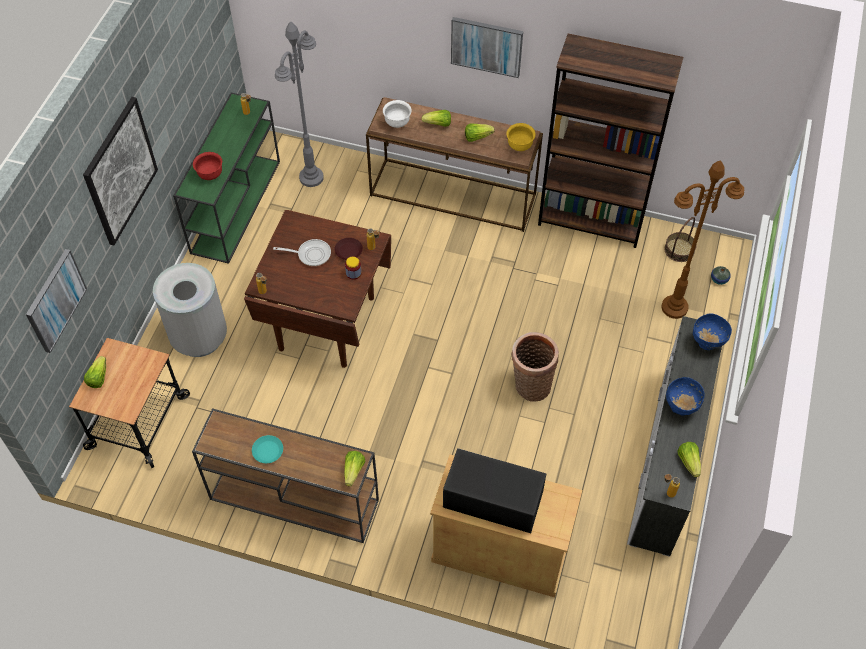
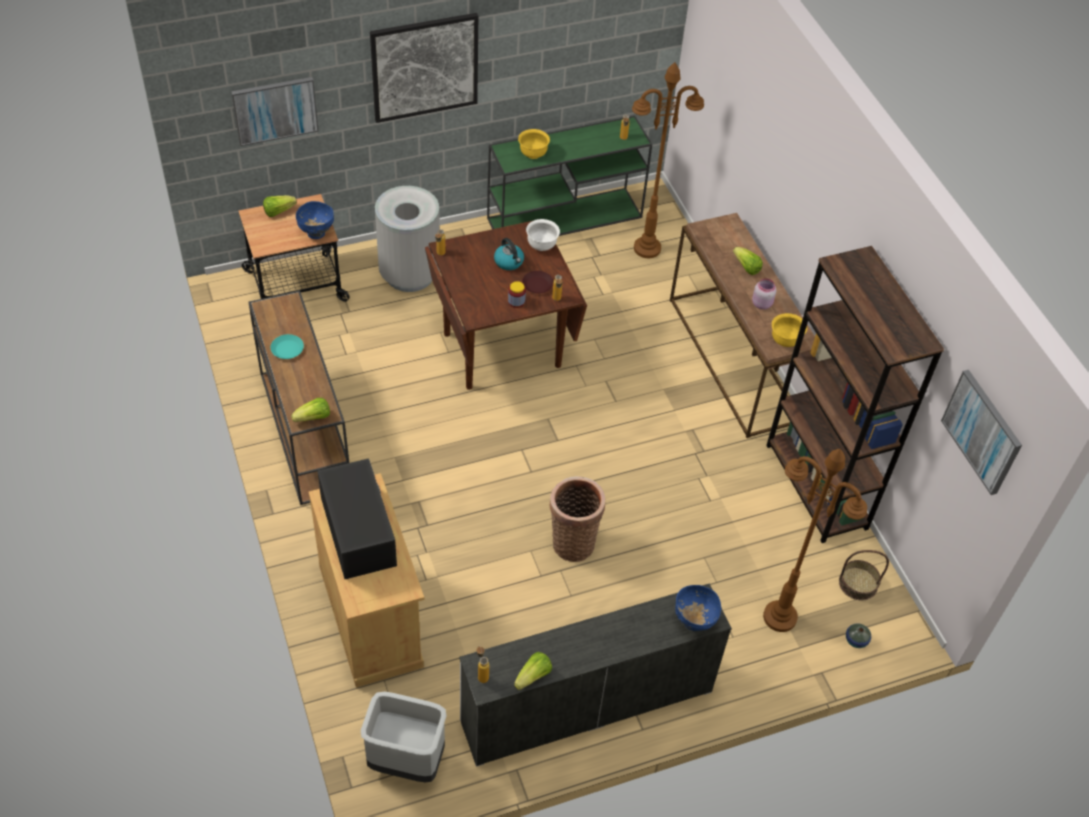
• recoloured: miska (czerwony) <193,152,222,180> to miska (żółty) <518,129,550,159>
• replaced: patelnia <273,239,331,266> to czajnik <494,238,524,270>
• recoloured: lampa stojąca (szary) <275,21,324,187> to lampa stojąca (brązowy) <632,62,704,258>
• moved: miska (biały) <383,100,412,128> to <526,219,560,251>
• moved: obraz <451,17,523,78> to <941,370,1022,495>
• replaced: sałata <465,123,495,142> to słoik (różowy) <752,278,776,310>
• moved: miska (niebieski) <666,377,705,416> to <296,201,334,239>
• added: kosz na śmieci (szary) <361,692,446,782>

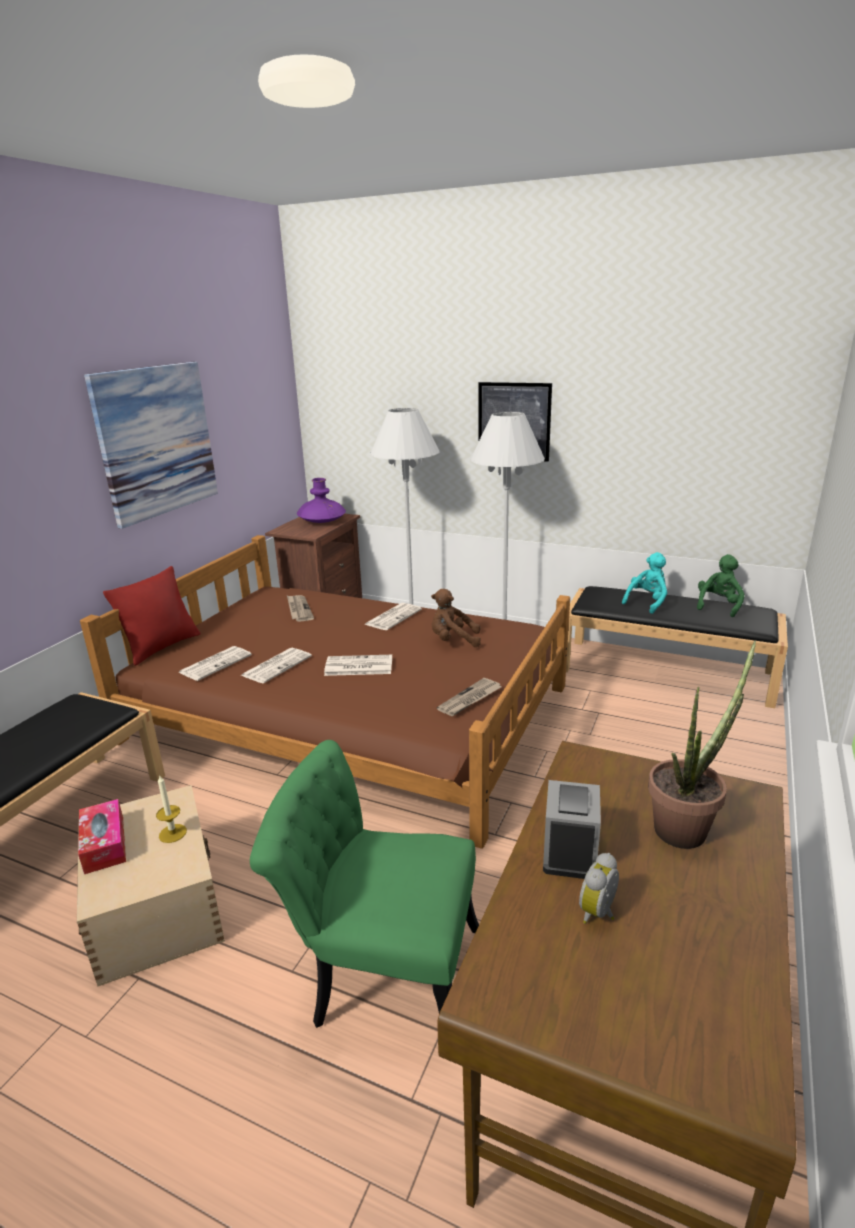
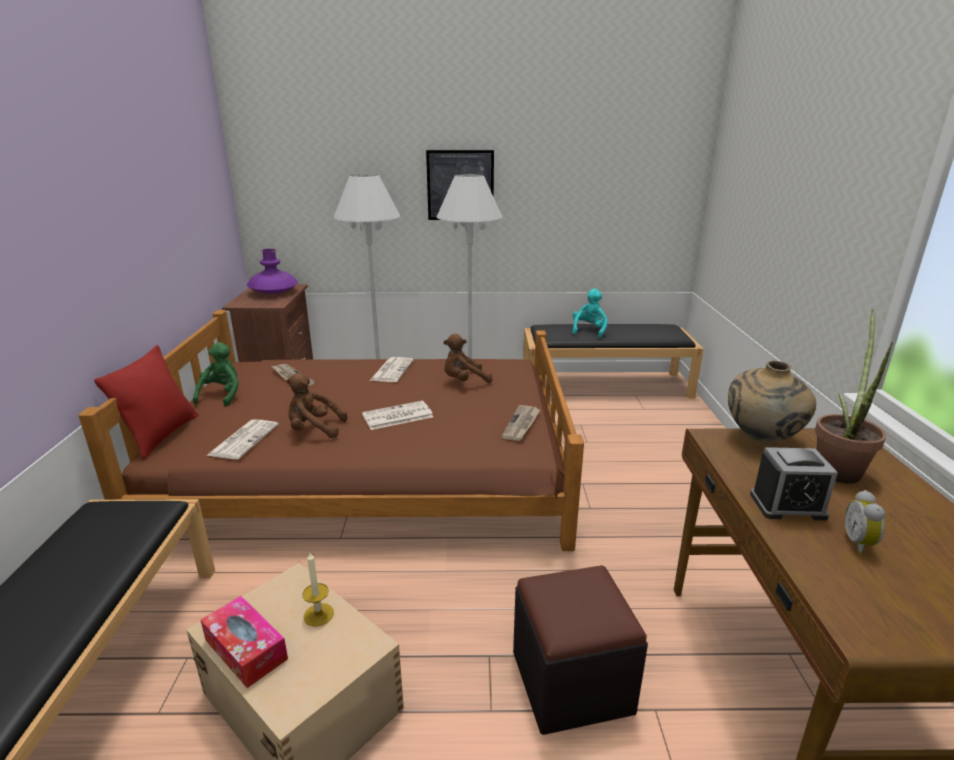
• removed: obraz <84,362,218,529>
• replaced: gazeta <240,648,312,684> to pluszak (brązowy) <287,373,347,438>
• replaced: krzesło (zielony) <250,740,479,1028> to pufa (czarny) <513,565,648,735>
• turned: budzik <543,780,601,879> = <750,447,838,520> 75 degrees counterclockwise
• moved: pluszak (zielony) <697,554,744,617> to <193,342,239,406>
• added: wazon (beżowy) <728,361,816,442>

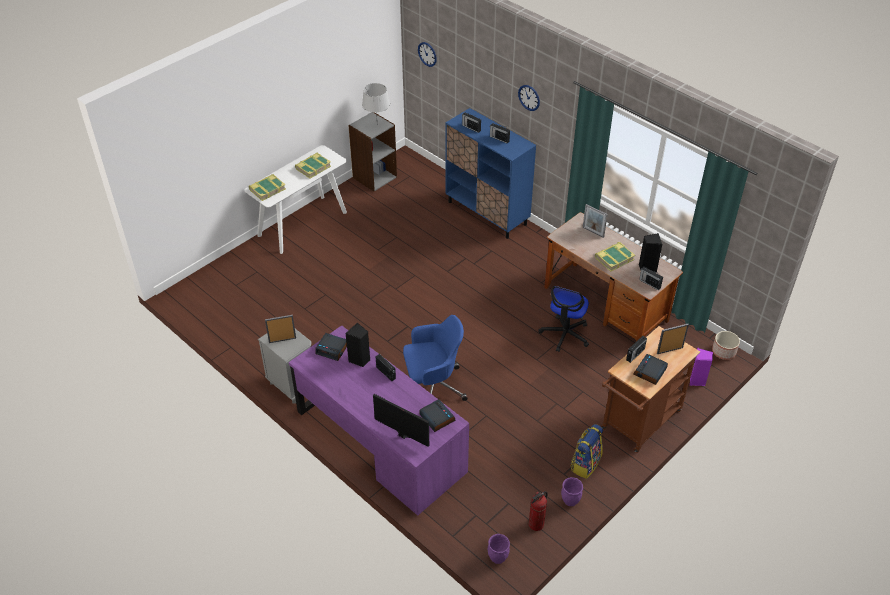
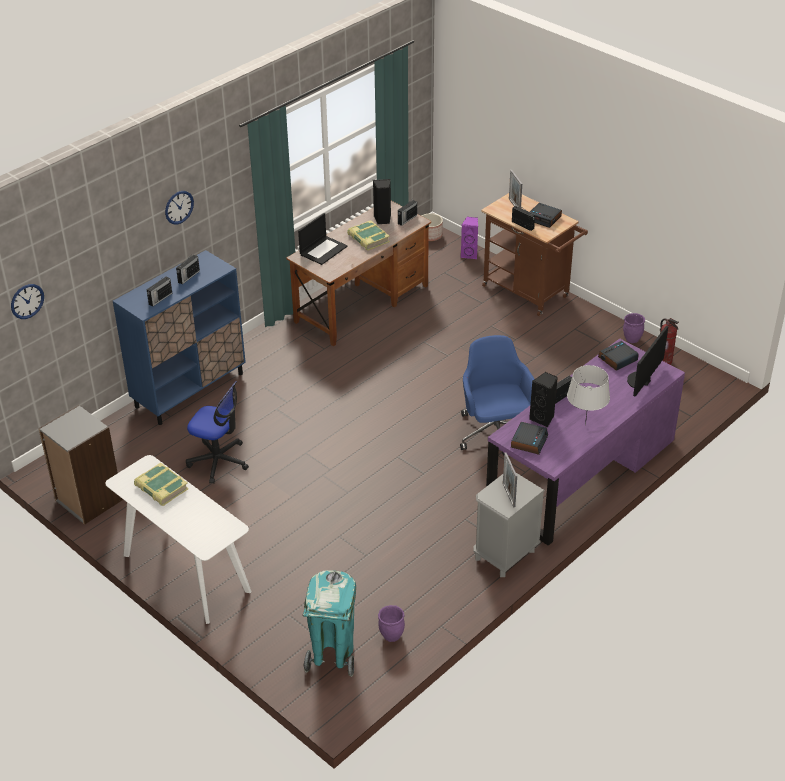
• removed: książka <249,174,286,201>
• moved: lampa stołowa (szary) <362,83,390,115> to <567,365,610,426>
• moved: donica (fioletowy) <488,534,510,564> to <378,605,405,642>
• moved: krzesło biurowe <539,286,589,352> to <186,381,249,484>
• removed: plecak <571,424,603,479>
• replaced: ramka na zdjęcie <583,204,608,238> to laptop <298,213,348,265>
• added: kosz na śmieci (turkusowy) <303,570,356,677>

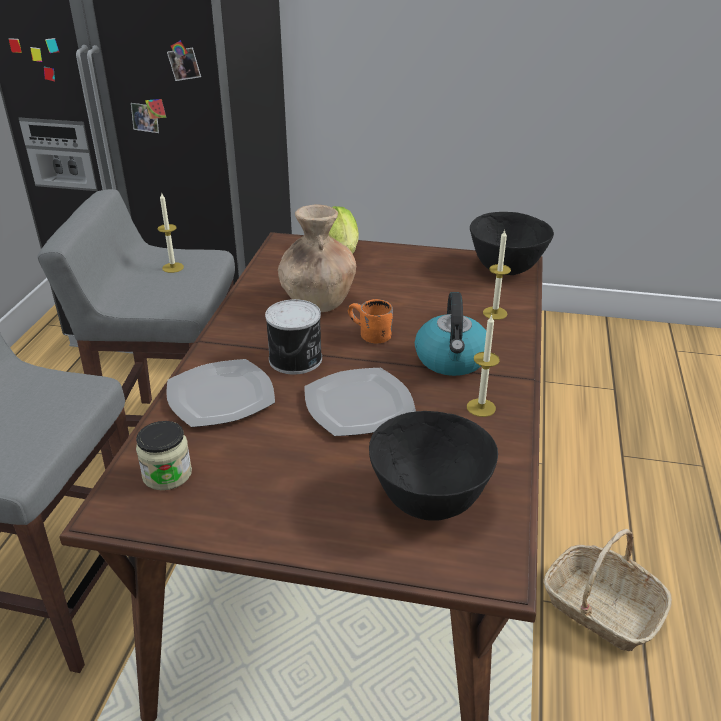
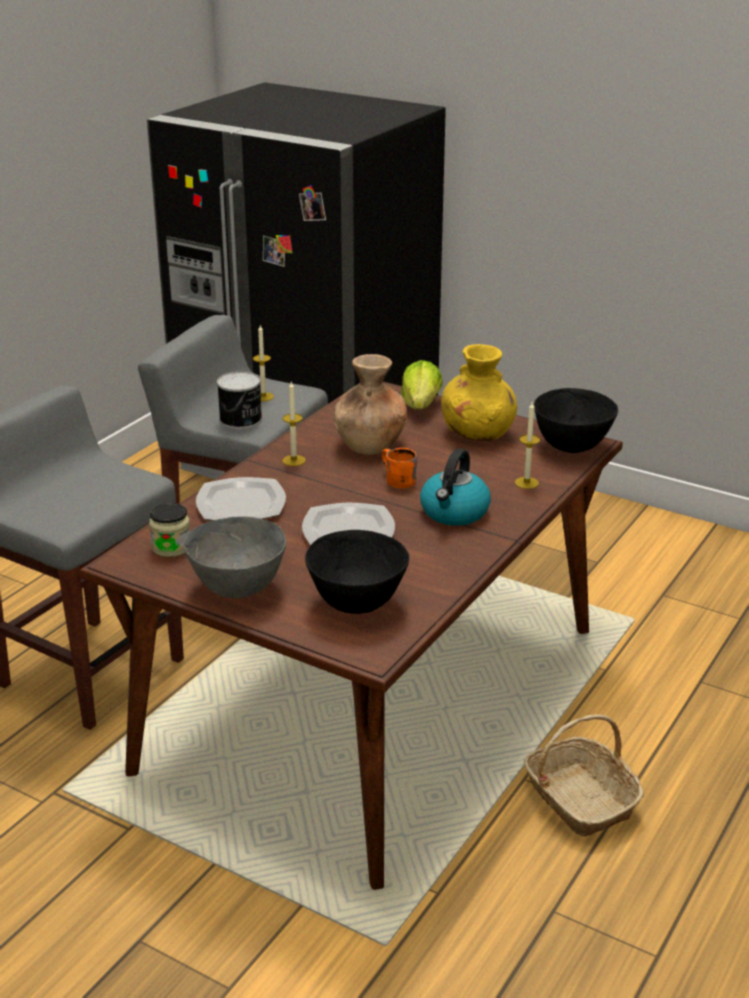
• moved: puszka <265,299,322,374> to <217,372,262,429>
• moved: świeca <467,314,500,417> to <282,381,306,466>
• added: miska (szary) <184,516,286,598>
• added: wazon (żółty) <441,344,517,441>

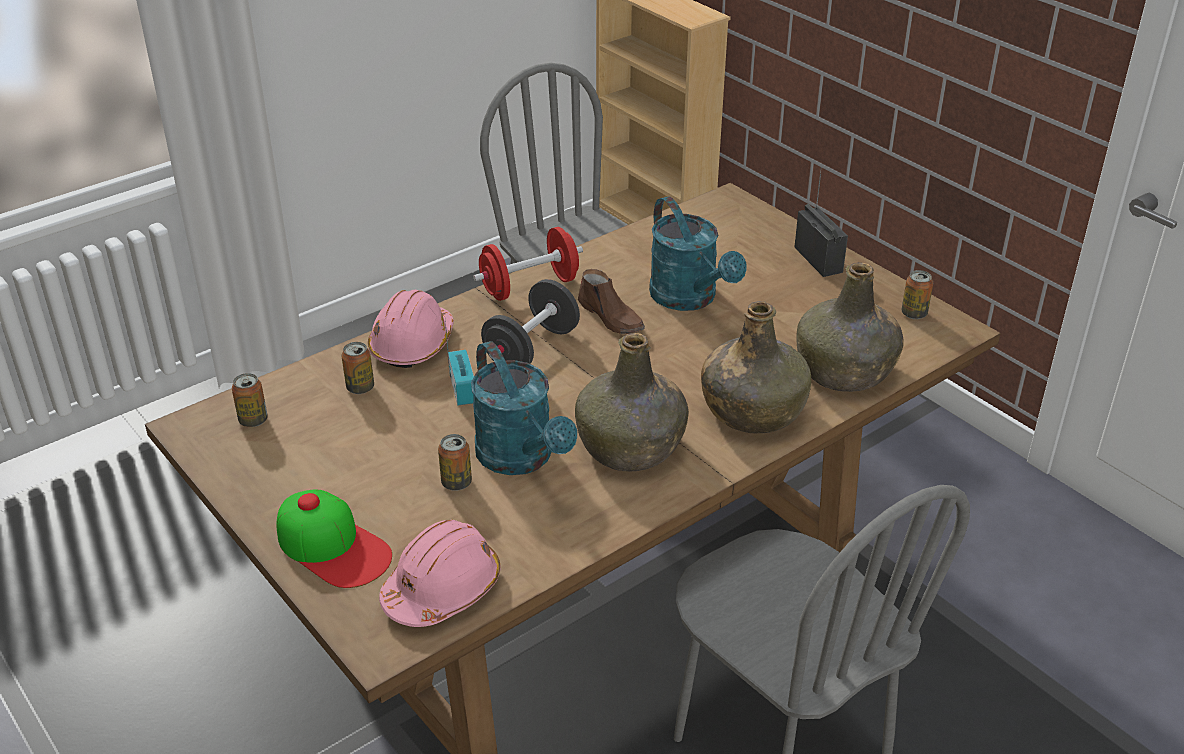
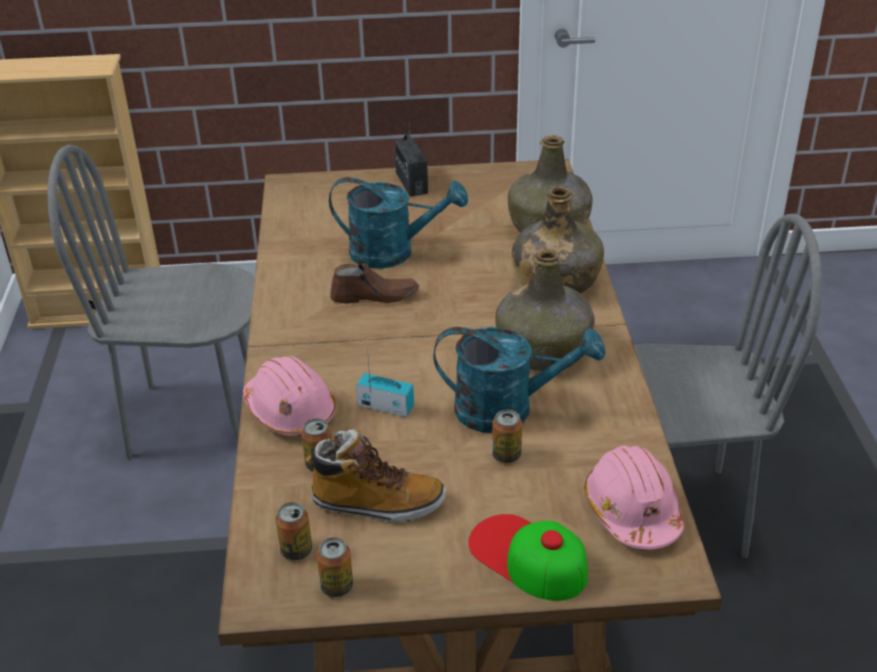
• turned: czapka z daszkiem <276,489,392,588> = <468,514,588,601> 120 degrees counterclockwise
• removed: hantel (czerwony) <473,227,583,301>
• removed: hantel (czarny) <481,279,580,364>
• turned: radio <794,167,848,277> = <394,124,428,197> 120 degrees counterclockwise
• moved: puszka <901,270,933,319> to <316,537,353,597>
• added: but z cholewką <306,429,446,522>

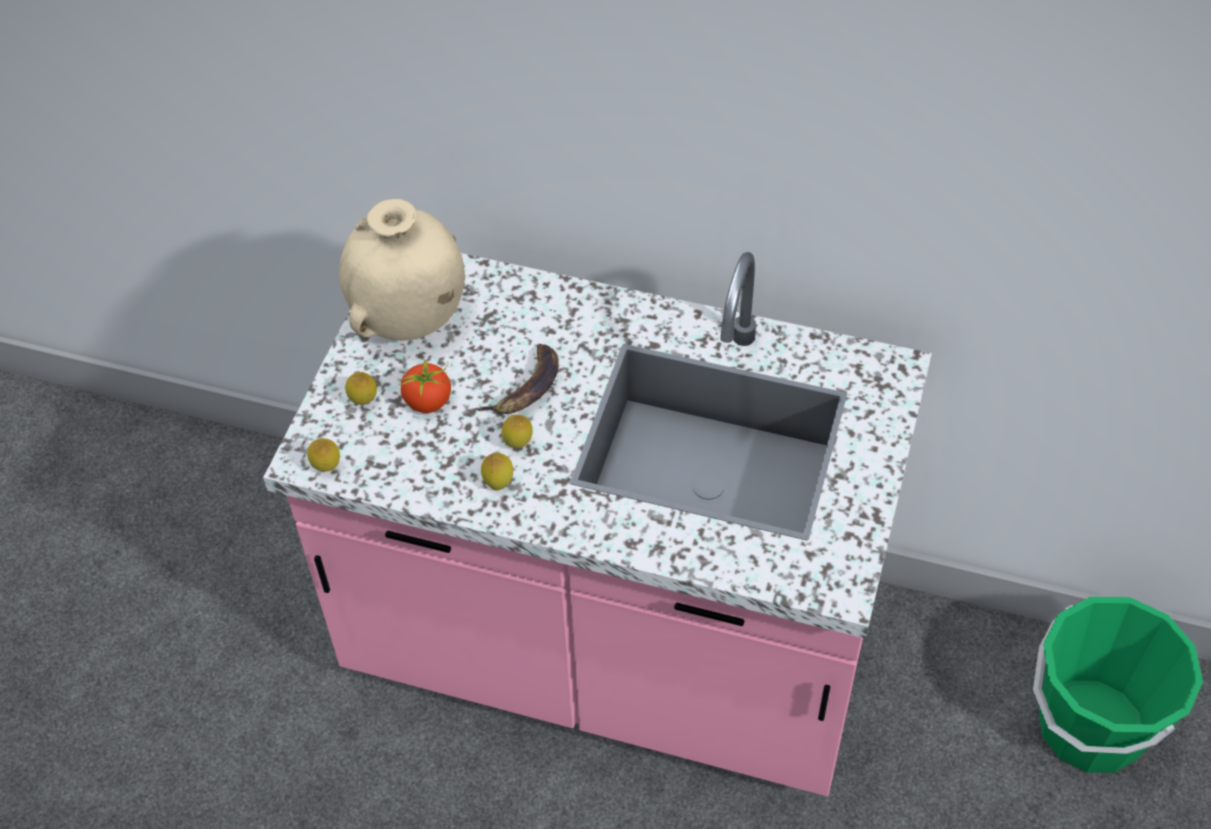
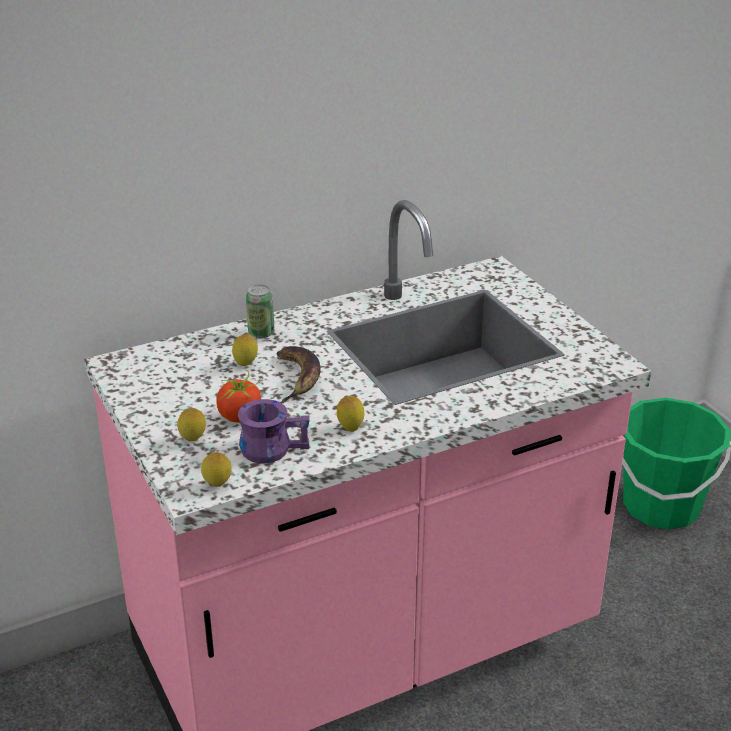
• removed: wazon (beżowy) <339,199,465,341>
• moved: cytryna <501,415,533,448> to <232,334,258,366>
• added: kubek (fioletowy) <238,399,310,463>
• added: puszka <246,285,274,339>

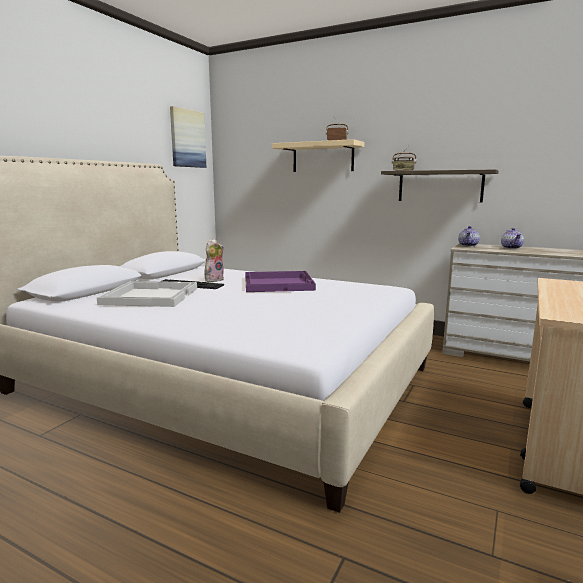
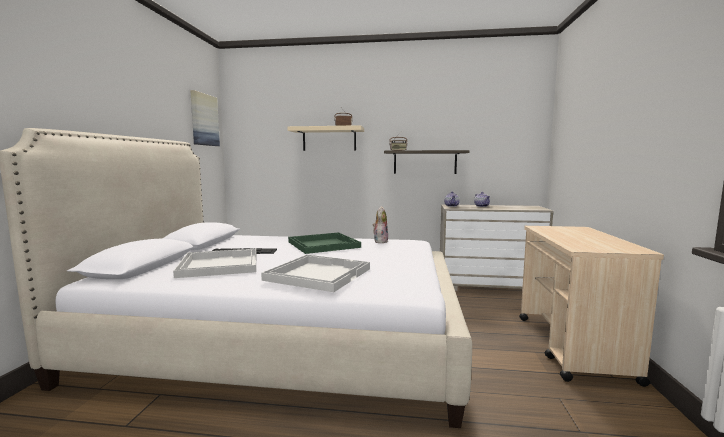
• moved: pluszak <205,239,224,282> to <373,206,388,243>
• recoloured: taca (fioletowy) <245,271,316,292> to taca (zielony) <288,232,361,254>
• added: taca (biały) <261,254,370,292>

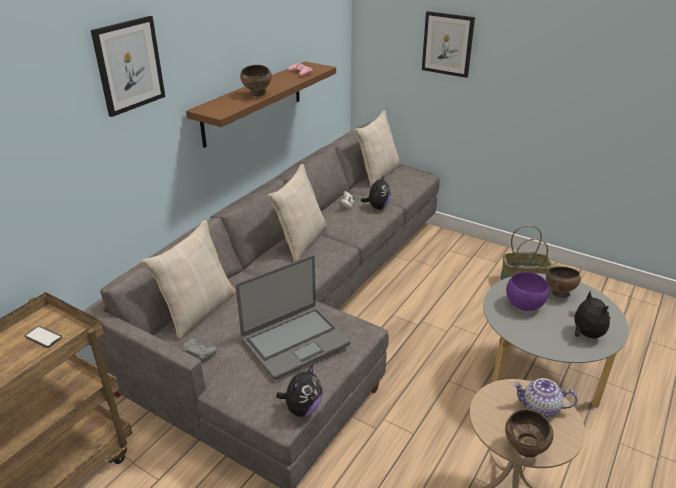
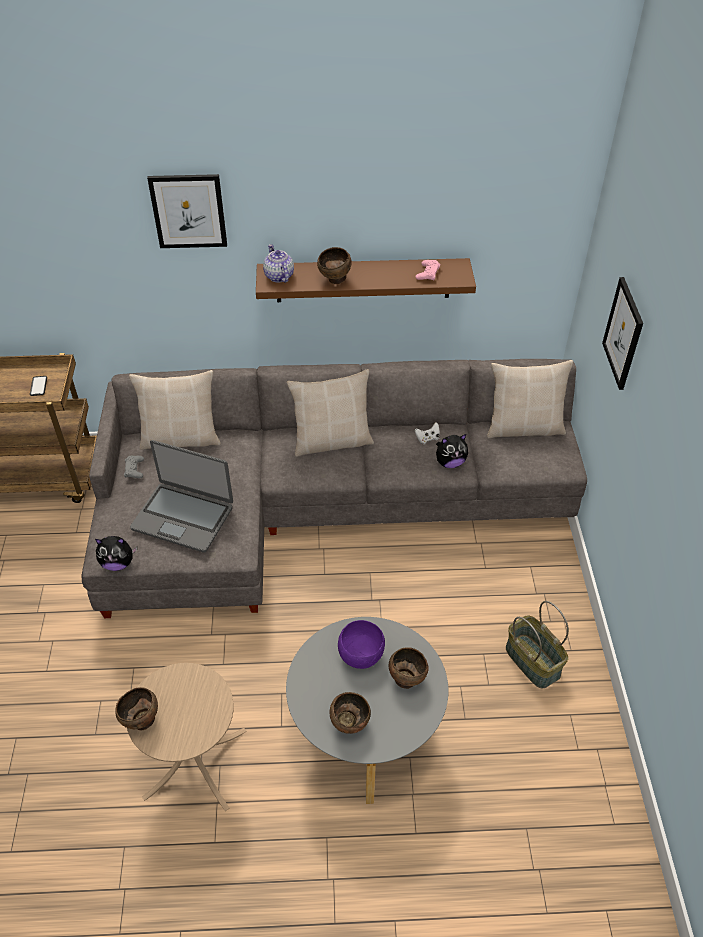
• moved: imbryk <513,378,577,418> to <263,244,294,283>
• replaced: pluszak <568,291,610,339> to miska (brązowy) <329,692,371,734>

